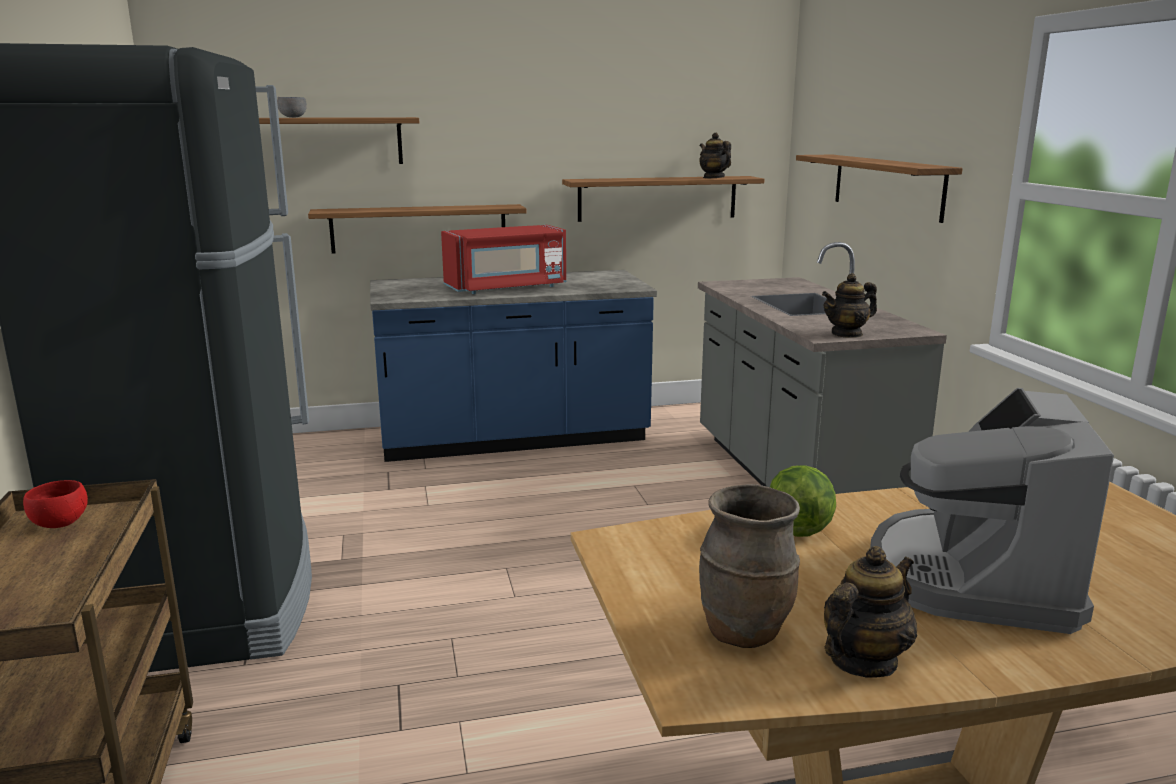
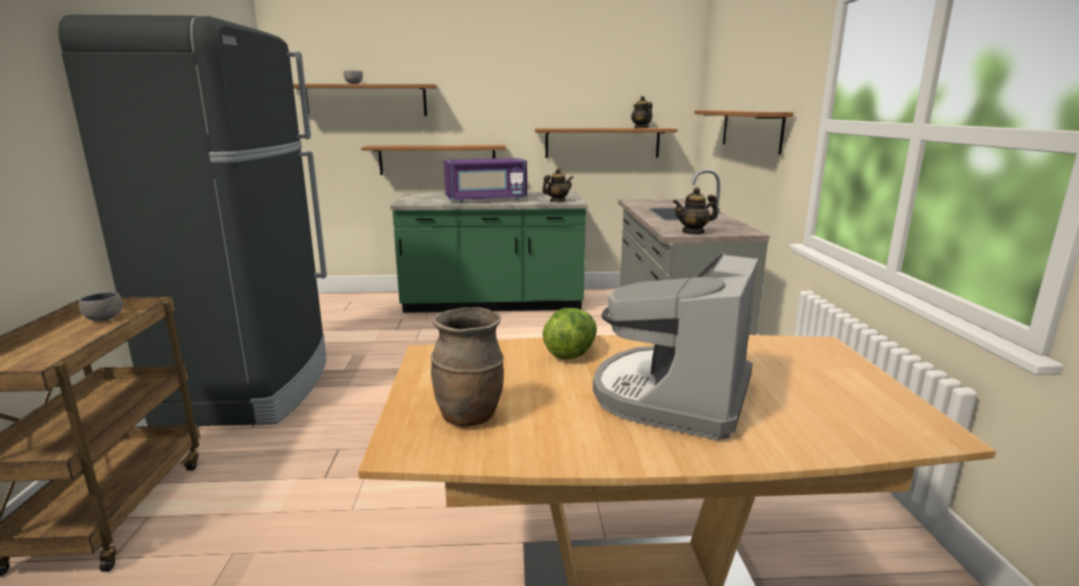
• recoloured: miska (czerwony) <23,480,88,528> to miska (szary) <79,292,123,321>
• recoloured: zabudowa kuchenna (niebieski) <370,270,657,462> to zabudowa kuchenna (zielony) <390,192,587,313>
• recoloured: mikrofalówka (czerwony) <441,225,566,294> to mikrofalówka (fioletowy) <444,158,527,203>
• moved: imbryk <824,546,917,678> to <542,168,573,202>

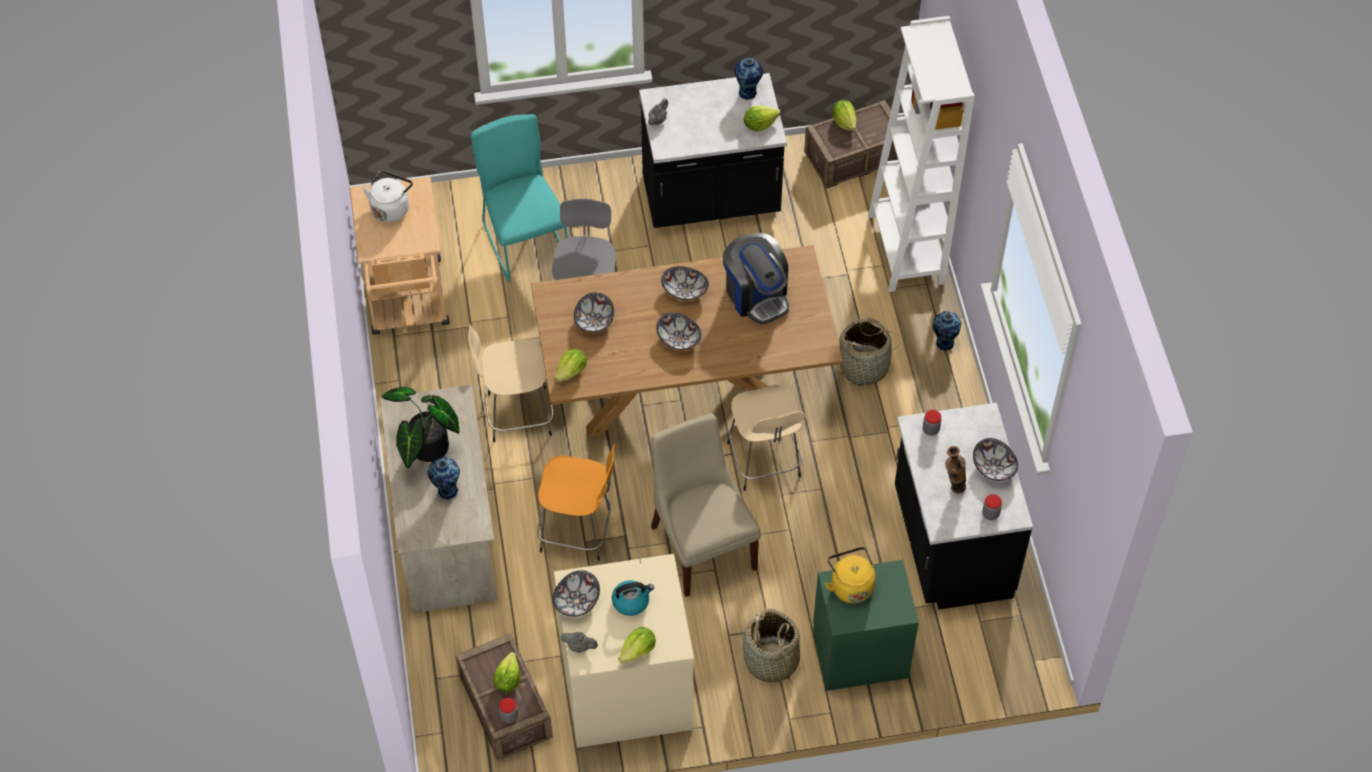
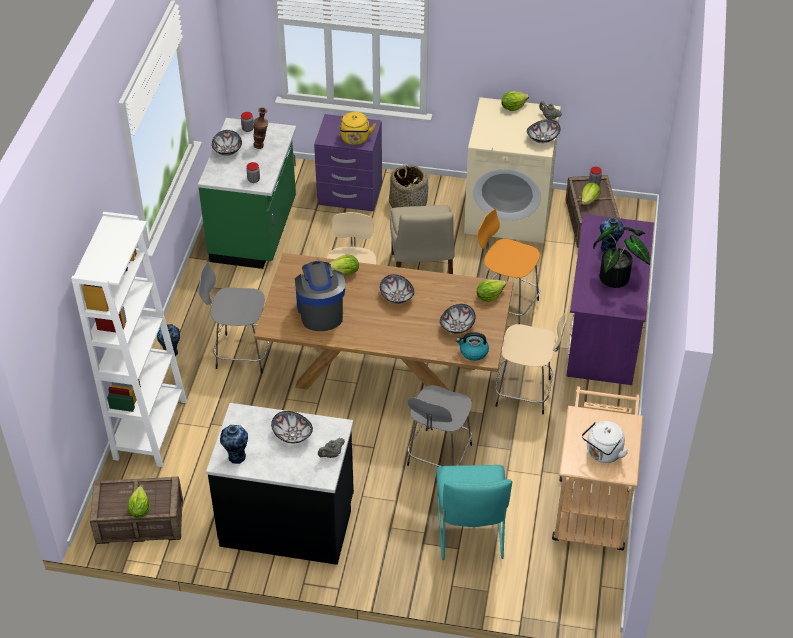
• recoloured: biurko (beżowy) <380,385,496,613> to biurko (fioletowy) <567,214,654,385>
• moved: czajnik <612,580,654,616> to <456,332,489,361>
• moved: miska <661,266,709,300> to <271,411,313,443>
• moved: sałata <744,106,781,131> to <329,255,359,275>
• recoloured: szafka nocna (zielony) <813,560,919,691> to szafka nocna (fioletowy) <314,114,382,212>
• replaced: koszyk <836,317,901,386> to stołek (szary) <199,262,270,373>
• recoloured: zabudowa kuchenna (czarny) <895,403,1033,610> to zabudowa kuchenna (zielony) <198,118,296,269>

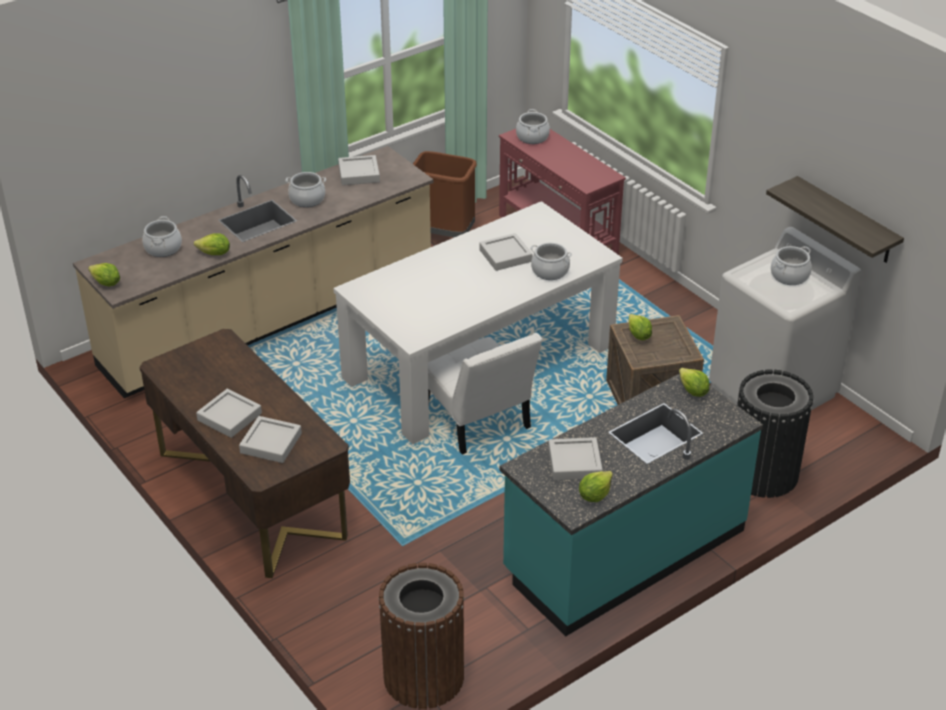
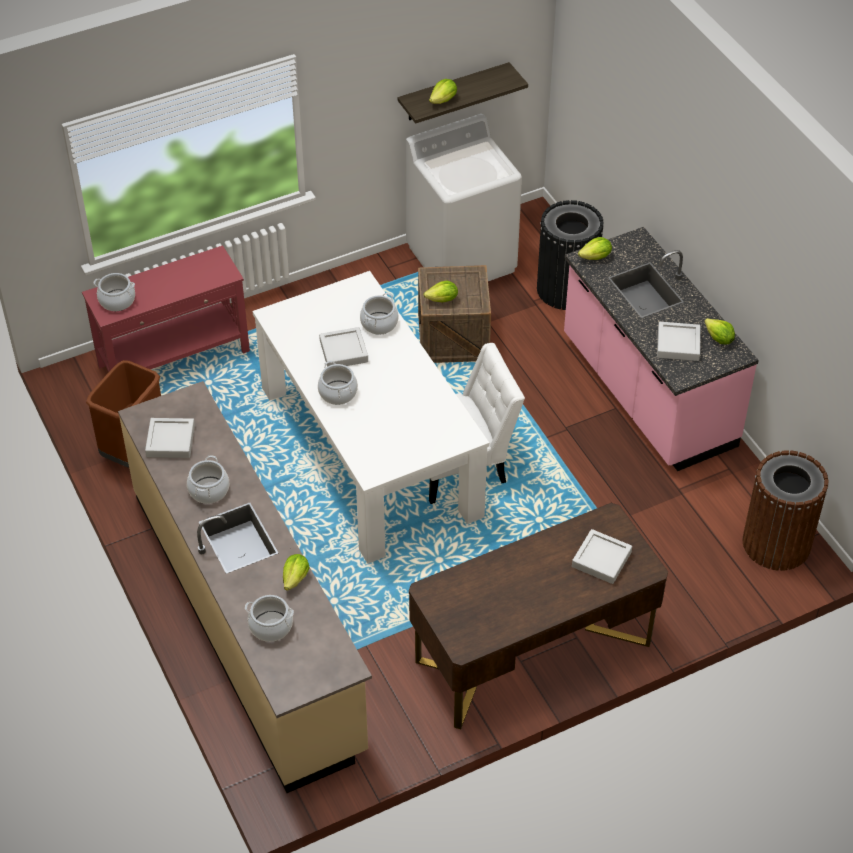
• moved: sałata <88,263,120,286> to <429,79,457,104>
• removed: taca (szary) <196,389,262,438>
• recoloured: zabudowa kuchenna (turkusowy) <500,373,763,636> to zabudowa kuchenna (różowy) <564,227,759,471>
• moved: garnek <771,246,812,285> to <318,361,358,405>

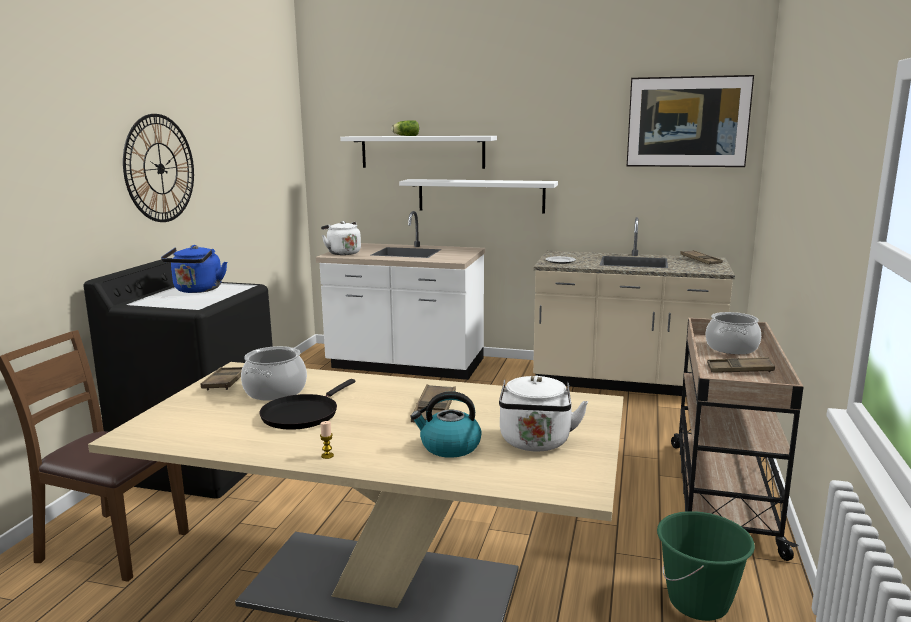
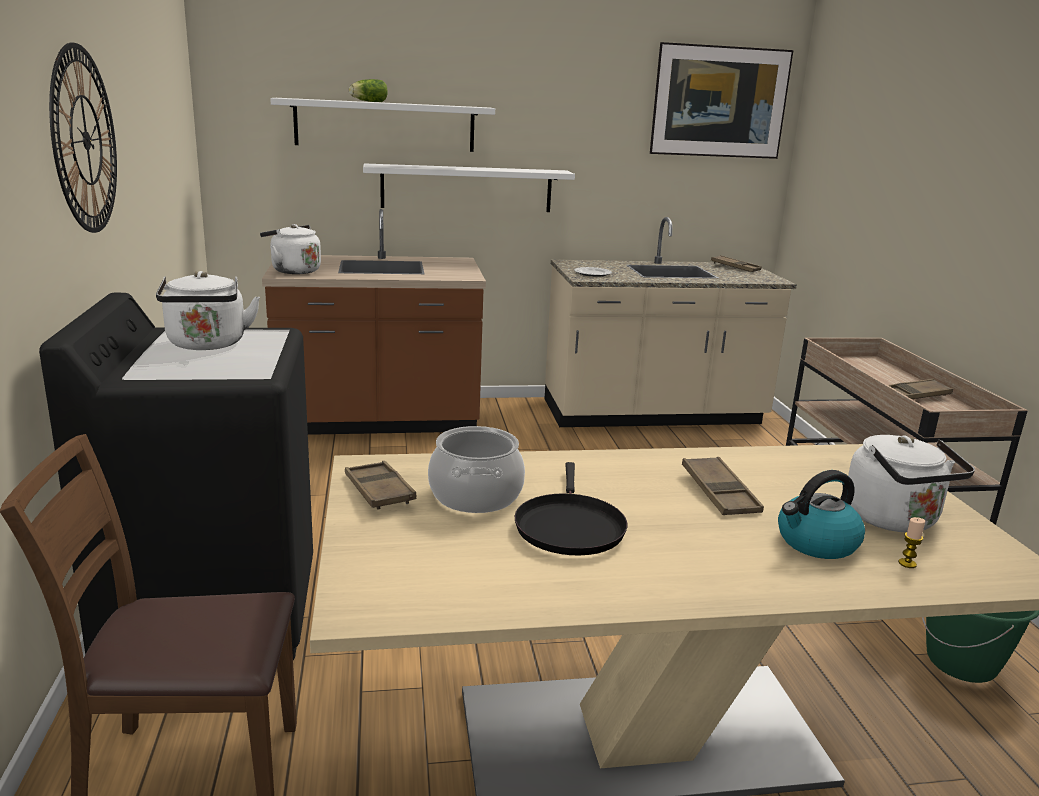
• recoloured: czajnik (niebieski) <161,245,227,293> to czajnik (biały) <156,271,260,350>
• recoloured: zabudowa kuchenna (biały) <316,211,485,380> to zabudowa kuchenna (brązowy) <262,209,486,435>
• moved: świeca <320,421,334,459> to <898,517,925,568>
• removed: garnek <705,312,761,354>

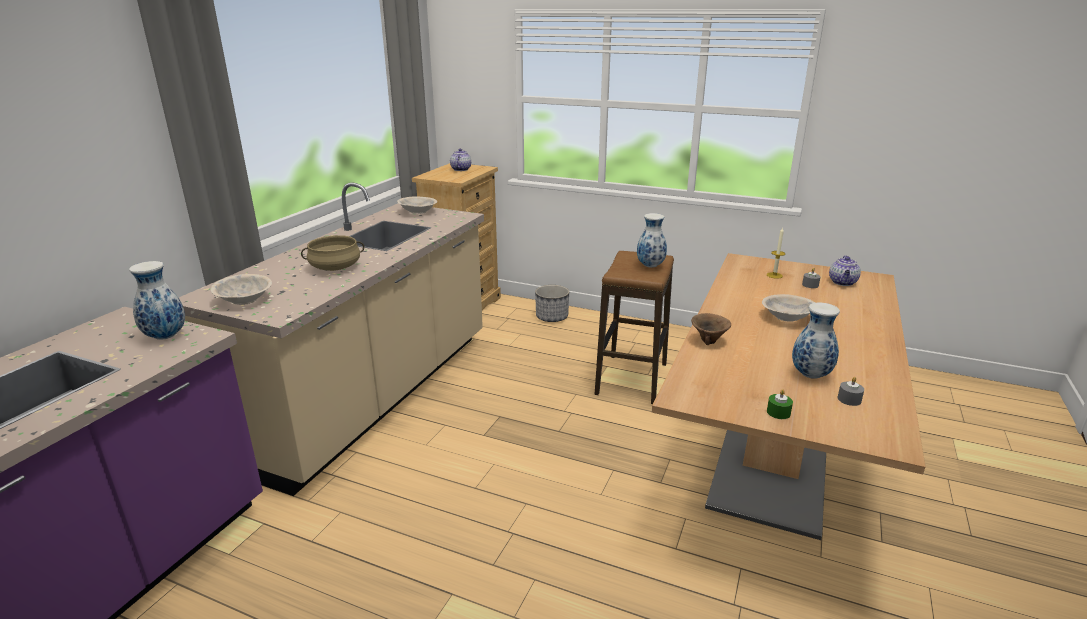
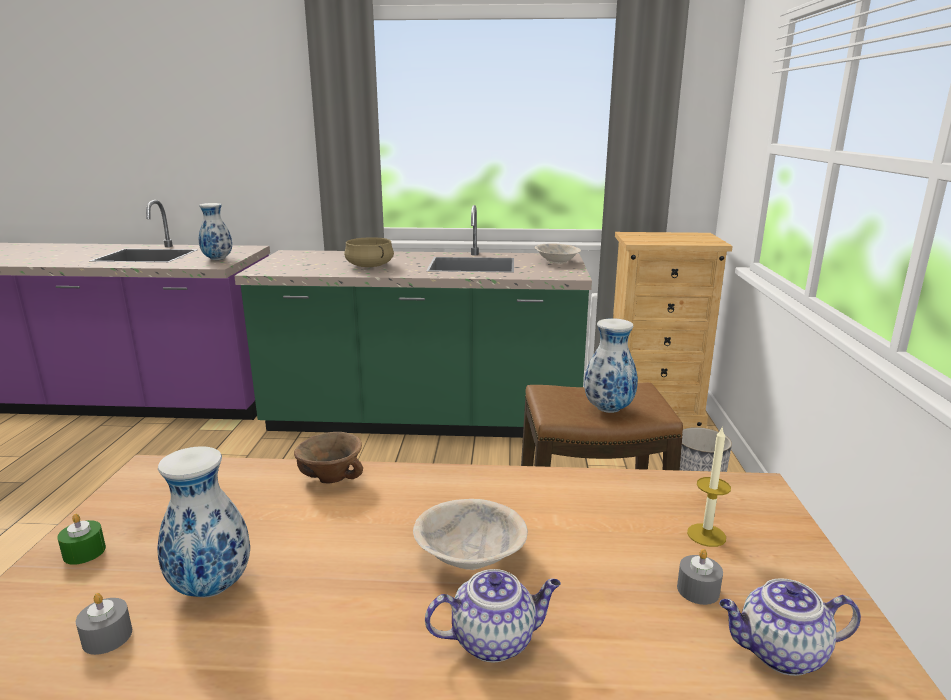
• recoloured: zabudowa kuchenna (beżowy) <179,182,484,496> to zabudowa kuchenna (zielony) <234,205,592,438>
• removed: miska (beżowy) <210,274,272,305>
• moved: imbryk <450,149,471,171> to <425,569,561,663>

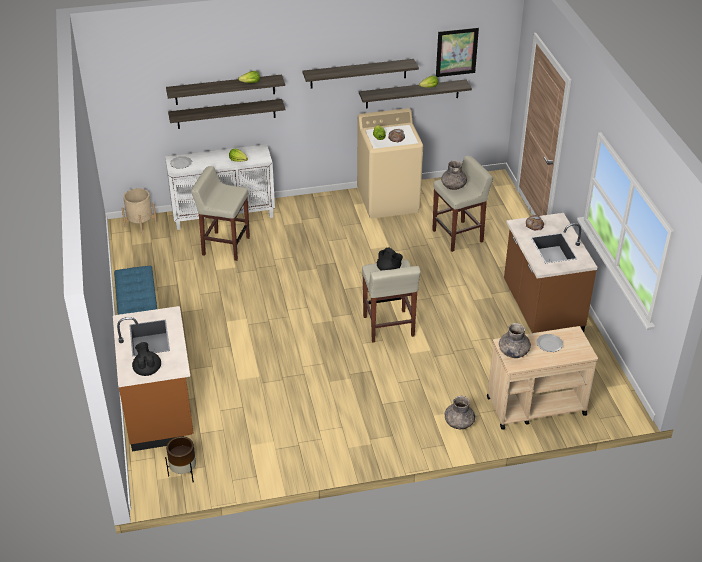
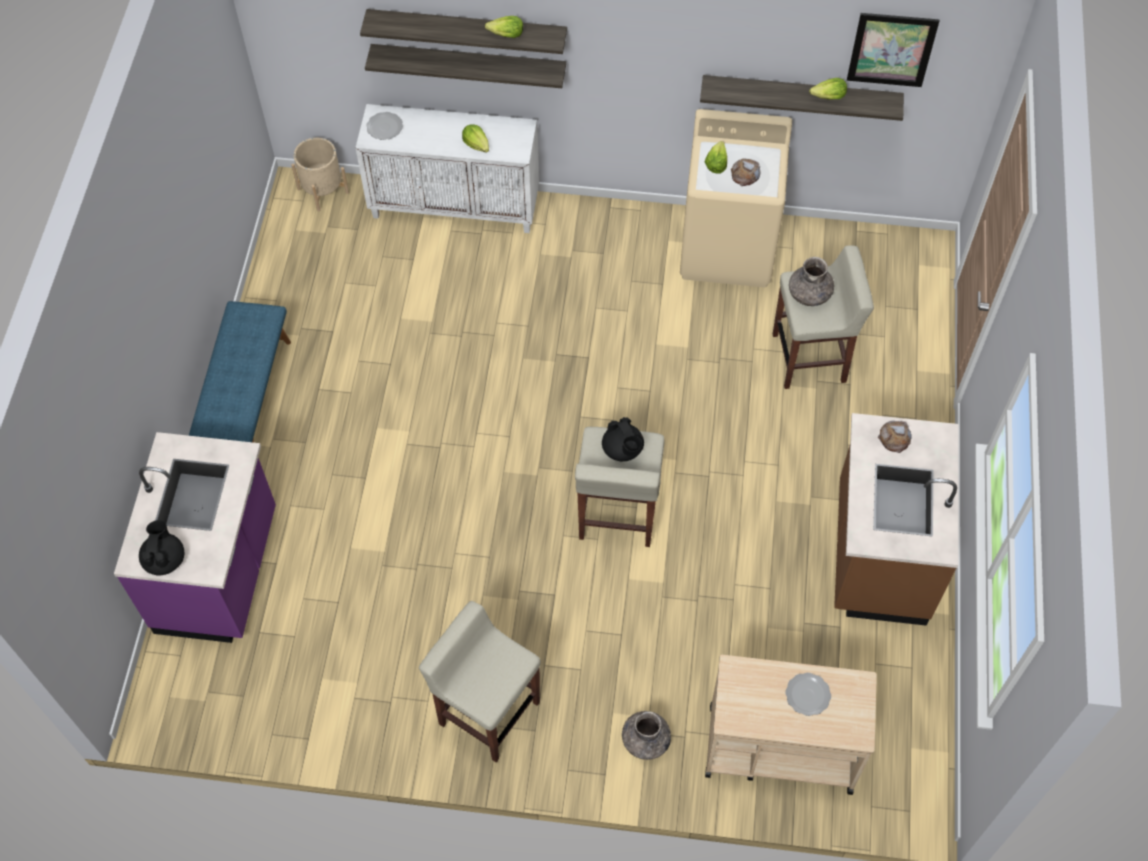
• recoloured: zabudowa kuchenna (brązowy) <113,306,194,451> to zabudowa kuchenna (fioletowy) <114,432,276,643>
• removed: donica (brązowy) <165,436,196,482>
• moved: stołek (beżowy) <191,166,250,261> to <419,601,541,762>
• removed: półka <302,59,419,88>
• removed: wazon (szary) <499,323,531,358>

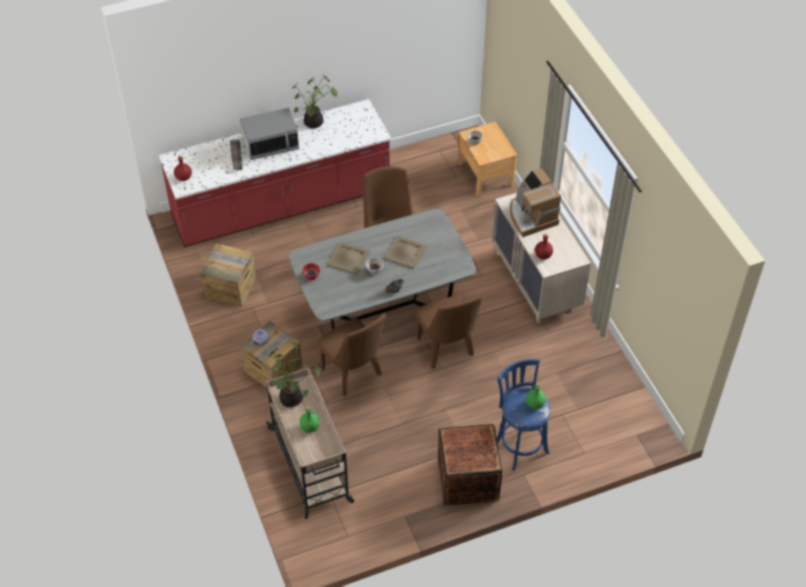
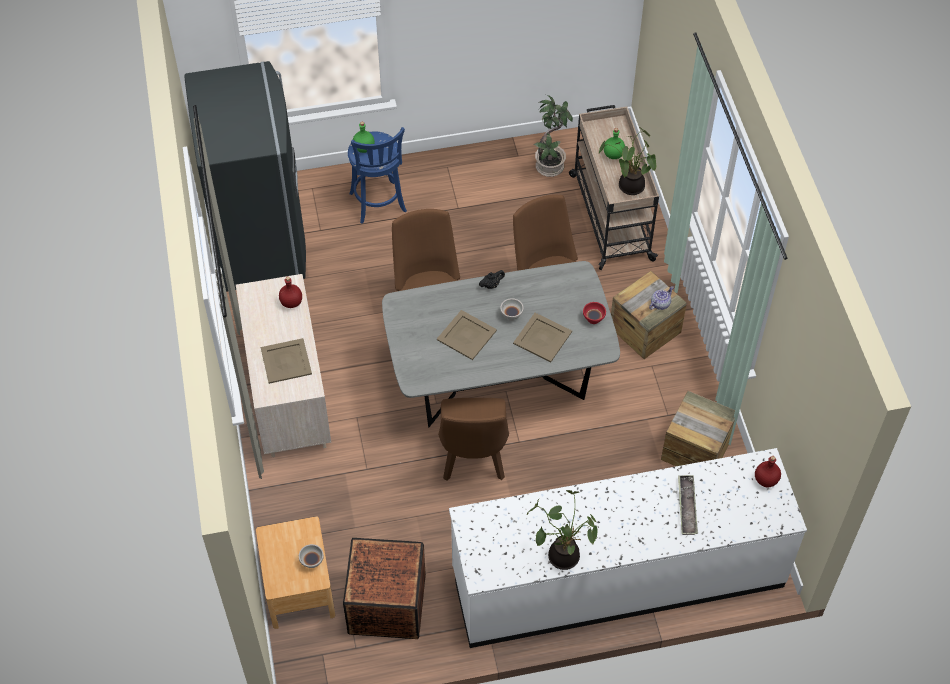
• recoloured: zabudowa kuchenna (czerwony) <159,99,391,247> to zabudowa kuchenna (biały) <449,448,807,648>
• removed: mikrofalówka <240,108,299,160>
• moved: skrzynka <438,424,502,505> to <343,538,426,639>
• replaced: ekspres do kawy <510,168,561,237> to taca (beżowy) <261,338,312,384>
• added: lodówka (szary) <184,61,306,292>
• added: roślina doniczkowa <533,94,573,177>

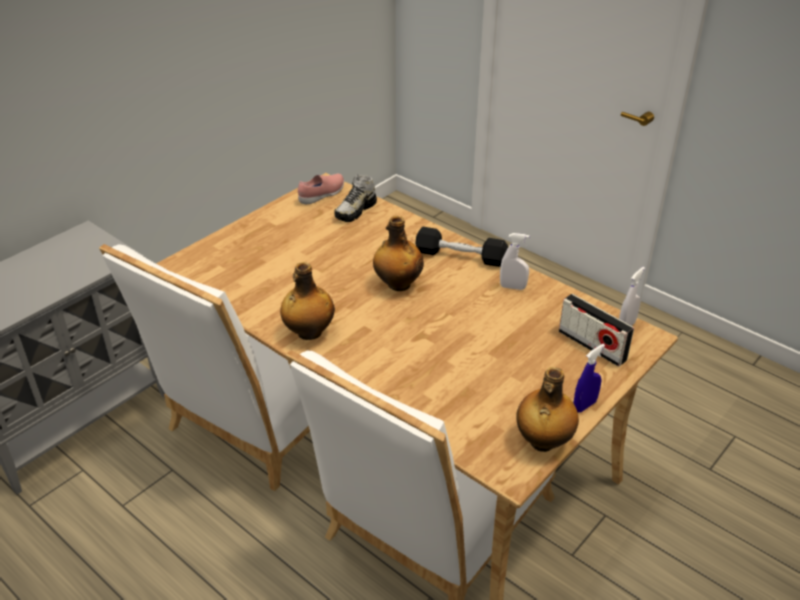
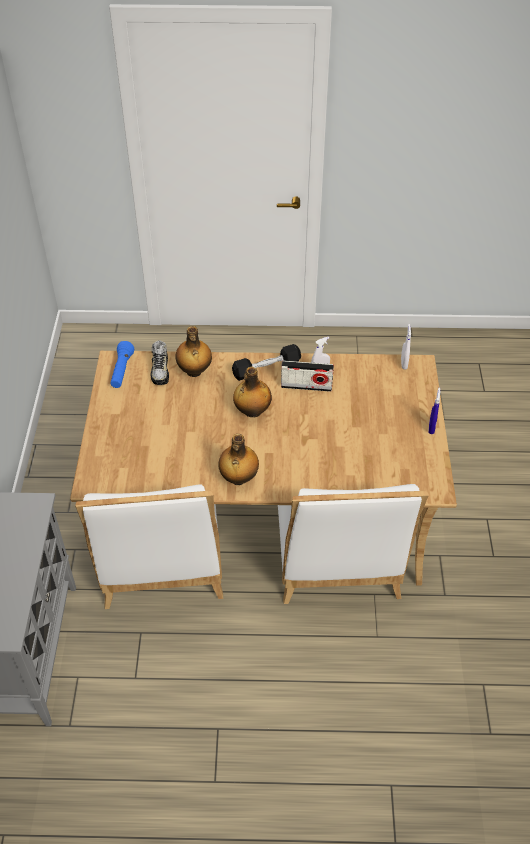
• replaced: but (różowy) <298,174,344,204> to latarka (niebieski) <110,341,134,388>
• moved: butelka <516,367,579,452> to <175,326,212,377>
• moved: radio <559,294,634,367> to <281,361,334,392>

